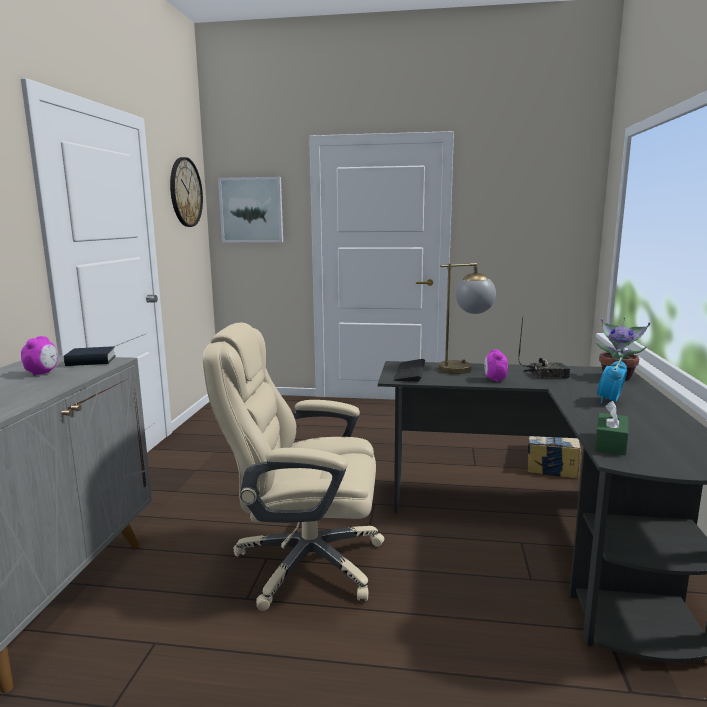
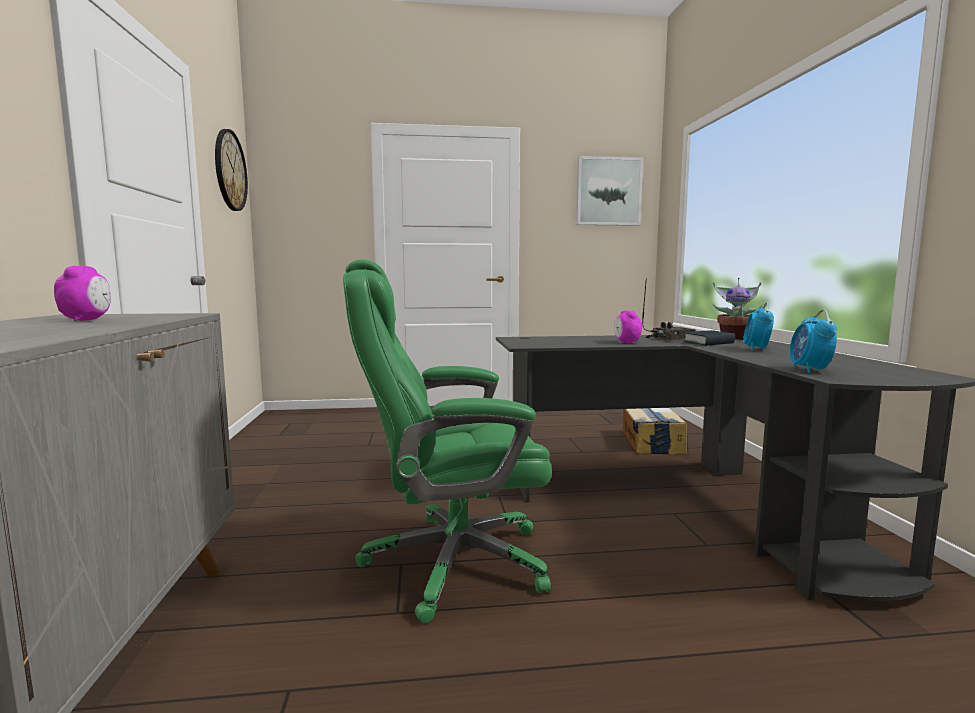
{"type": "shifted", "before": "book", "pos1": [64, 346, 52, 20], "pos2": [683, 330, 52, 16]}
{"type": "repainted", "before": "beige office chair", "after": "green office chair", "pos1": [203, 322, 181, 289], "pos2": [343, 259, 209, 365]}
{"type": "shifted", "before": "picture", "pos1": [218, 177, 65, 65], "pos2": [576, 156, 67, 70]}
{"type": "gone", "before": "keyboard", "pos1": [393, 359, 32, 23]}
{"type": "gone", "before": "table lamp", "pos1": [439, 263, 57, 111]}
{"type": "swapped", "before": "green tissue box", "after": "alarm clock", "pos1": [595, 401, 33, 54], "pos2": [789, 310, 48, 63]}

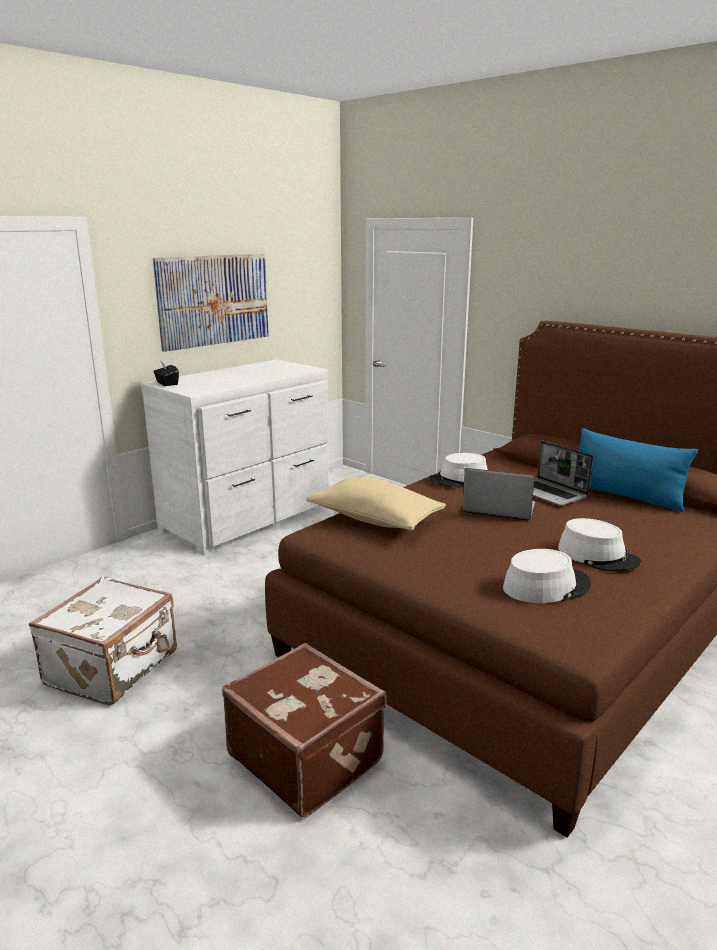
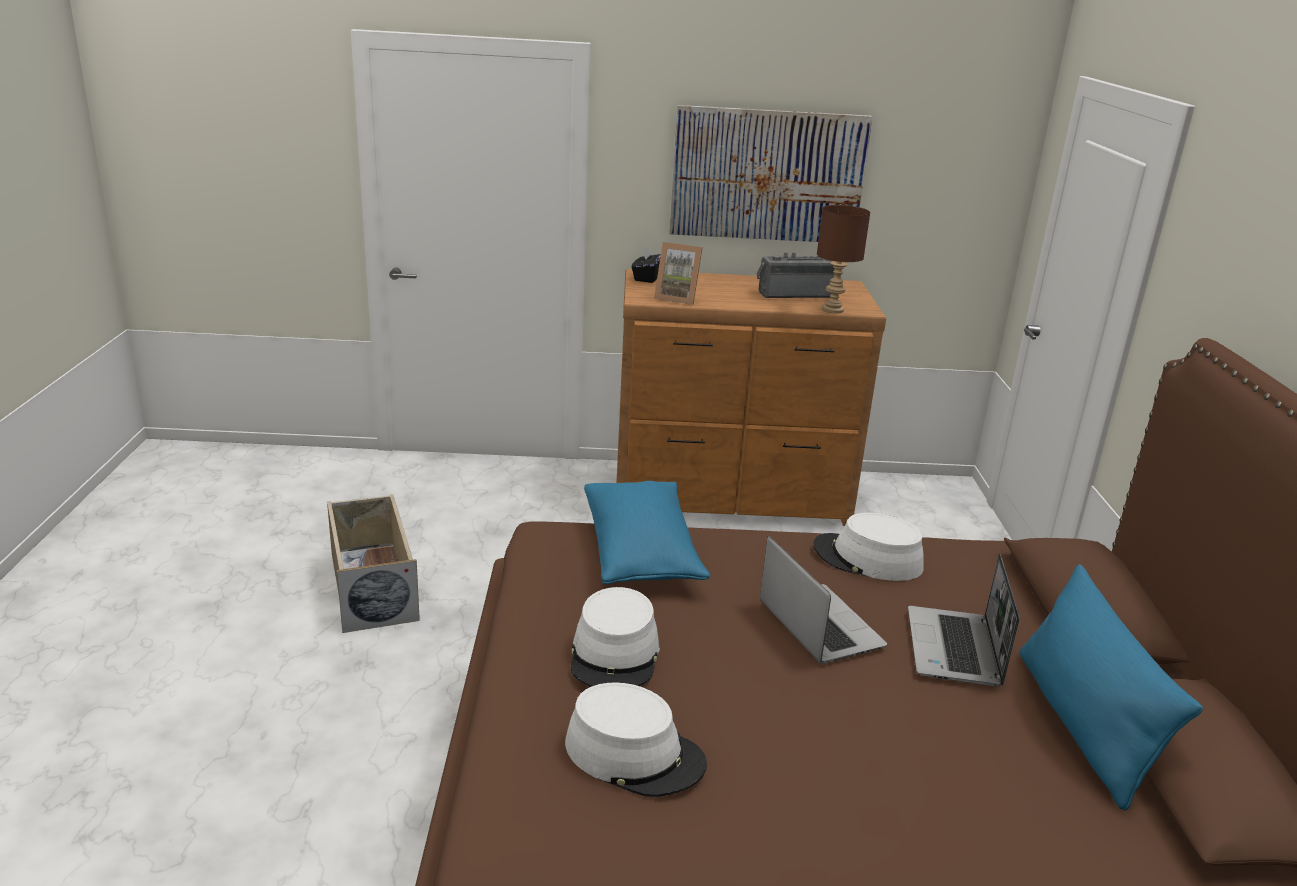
{"type": "swapped", "before": "white suitcase", "after": "beige storage box", "pos1": [29, 577, 148, 128], "pos2": [327, 494, 93, 139]}
{"type": "repainted", "before": "white dresser", "after": "brown dresser", "pos1": [141, 359, 188, 197], "pos2": [616, 269, 270, 257]}
{"type": "gone", "before": "brown suitcase", "pos1": [222, 643, 165, 175]}
{"type": "repainted", "before": "beige pillow", "after": "blue pillow", "pos1": [306, 477, 140, 54], "pos2": [584, 481, 126, 104]}
{"type": "shifted", "before": "white hat", "pos1": [558, 518, 83, 53], "pos2": [571, 587, 89, 100]}
{"type": "new", "after": "picture frame", "pos2": [654, 242, 49, 63]}
{"type": "new", "after": "radio", "pos2": [757, 252, 78, 46]}
{"type": "new", "after": "brown table lamp", "pos2": [817, 205, 53, 108]}

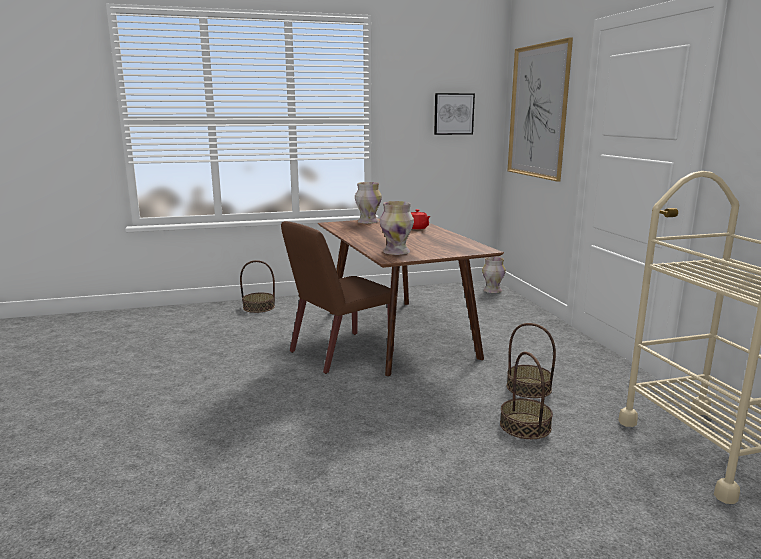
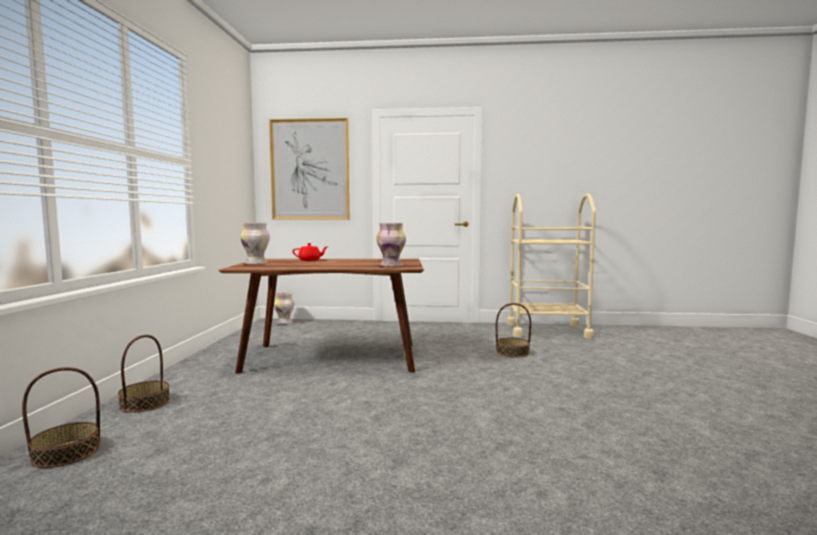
{"type": "gone", "before": "brown chair", "pos1": [281, 221, 113, 153]}
{"type": "gone", "before": "picture", "pos1": [434, 93, 41, 42]}
{"type": "shifted", "before": "basket", "pos1": [507, 323, 49, 75], "pos2": [22, 367, 78, 101]}

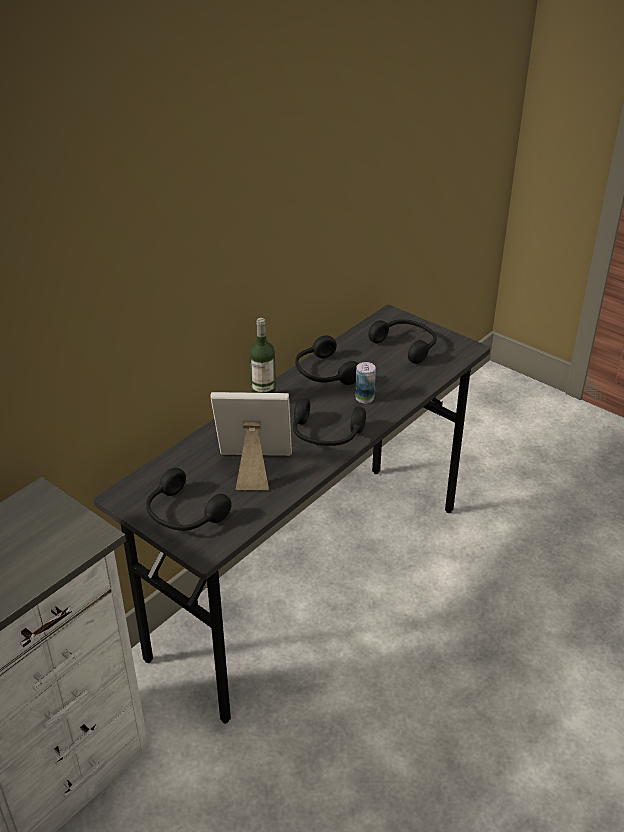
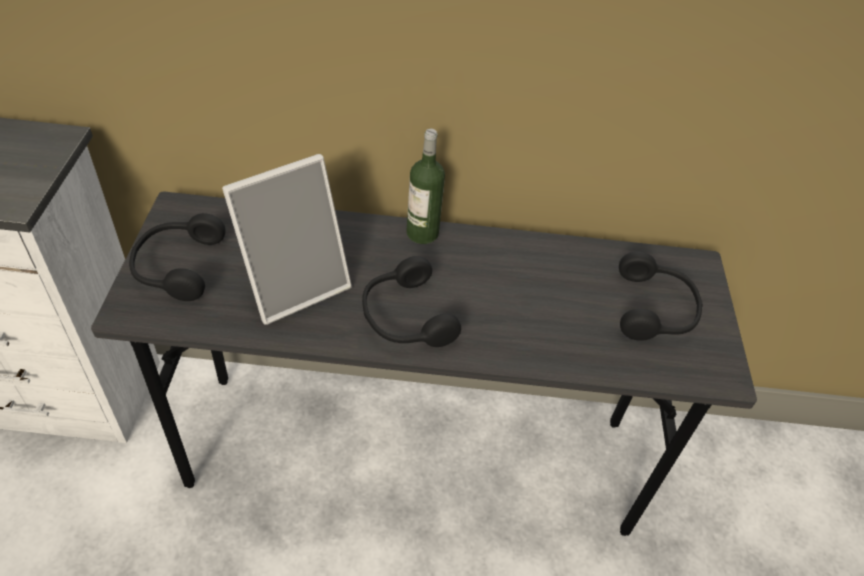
{"type": "rotated", "before": "picture frame", "pos1": [210, 392, 82, 98], "pos2": [222, 154, 130, 171], "turn": 90}
{"type": "gone", "before": "black headphones", "pos1": [295, 335, 64, 50]}
{"type": "gone", "before": "can", "pos1": [355, 362, 21, 41]}

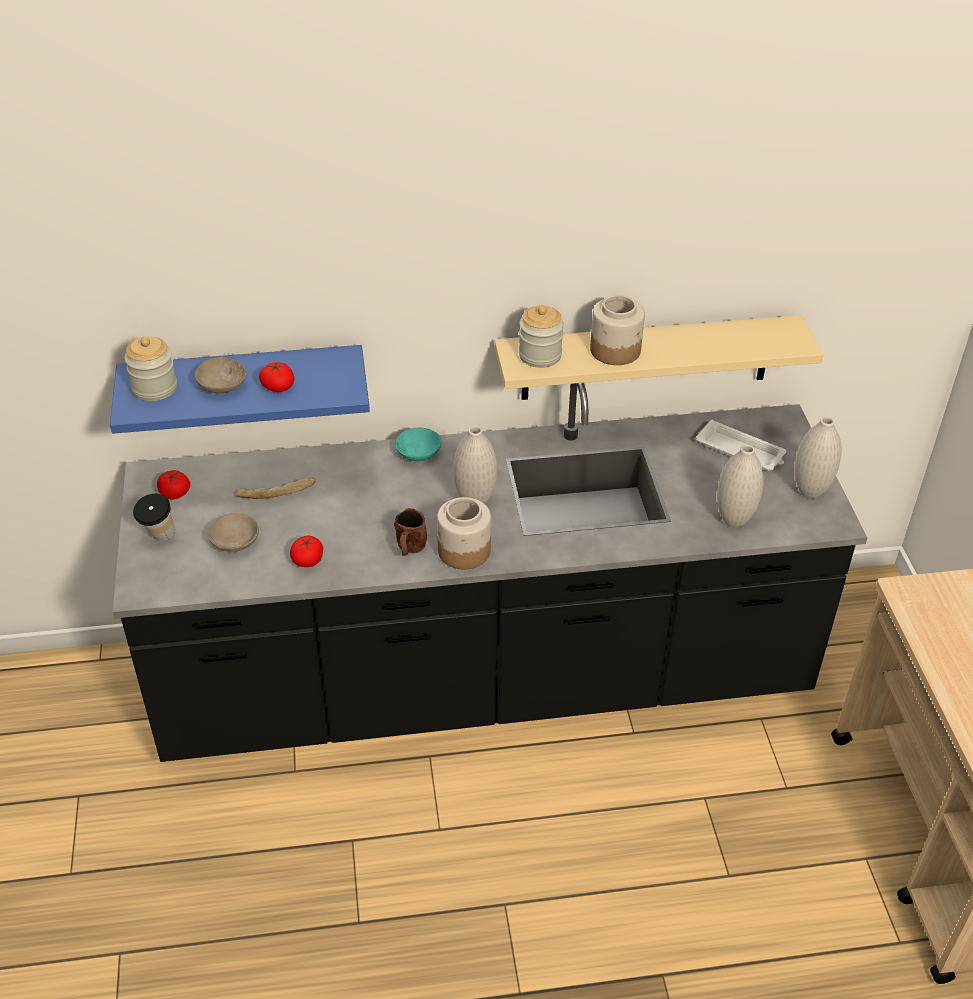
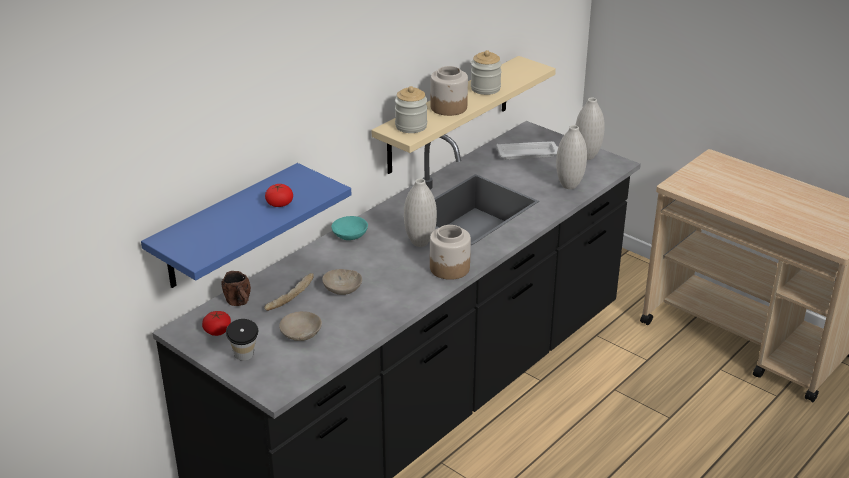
{"type": "shifted", "before": "jar", "pos1": [124, 336, 53, 65], "pos2": [471, 50, 31, 45]}
{"type": "shifted", "before": "beige bowl", "pos1": [195, 357, 52, 36], "pos2": [322, 269, 40, 26]}
{"type": "gone", "before": "tomato", "pos1": [290, 536, 33, 31]}
{"type": "shifted", "before": "brown mug", "pos1": [394, 508, 33, 48], "pos2": [221, 271, 30, 35]}

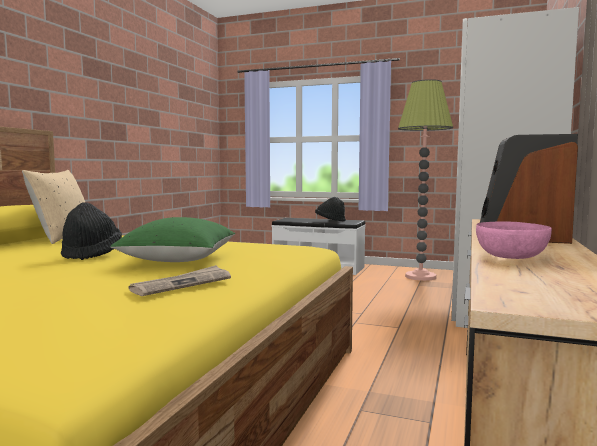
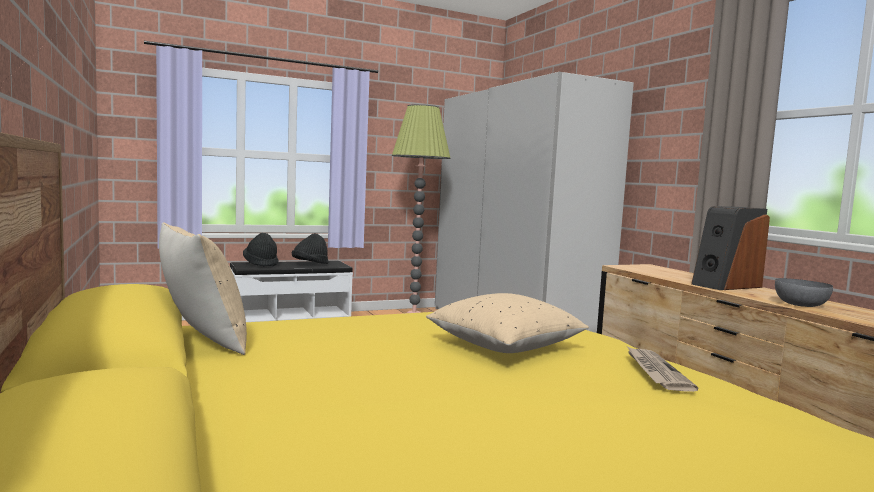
{"type": "shifted", "before": "black hat", "pos1": [61, 202, 61, 58], "pos2": [243, 233, 35, 34]}
{"type": "repainted", "before": "green pillow", "after": "beige pillow", "pos1": [110, 217, 125, 45], "pos2": [426, 293, 163, 60]}
{"type": "repainted", "before": "pink bowl", "after": "grey bowl", "pos1": [476, 221, 76, 38], "pos2": [775, 278, 58, 29]}

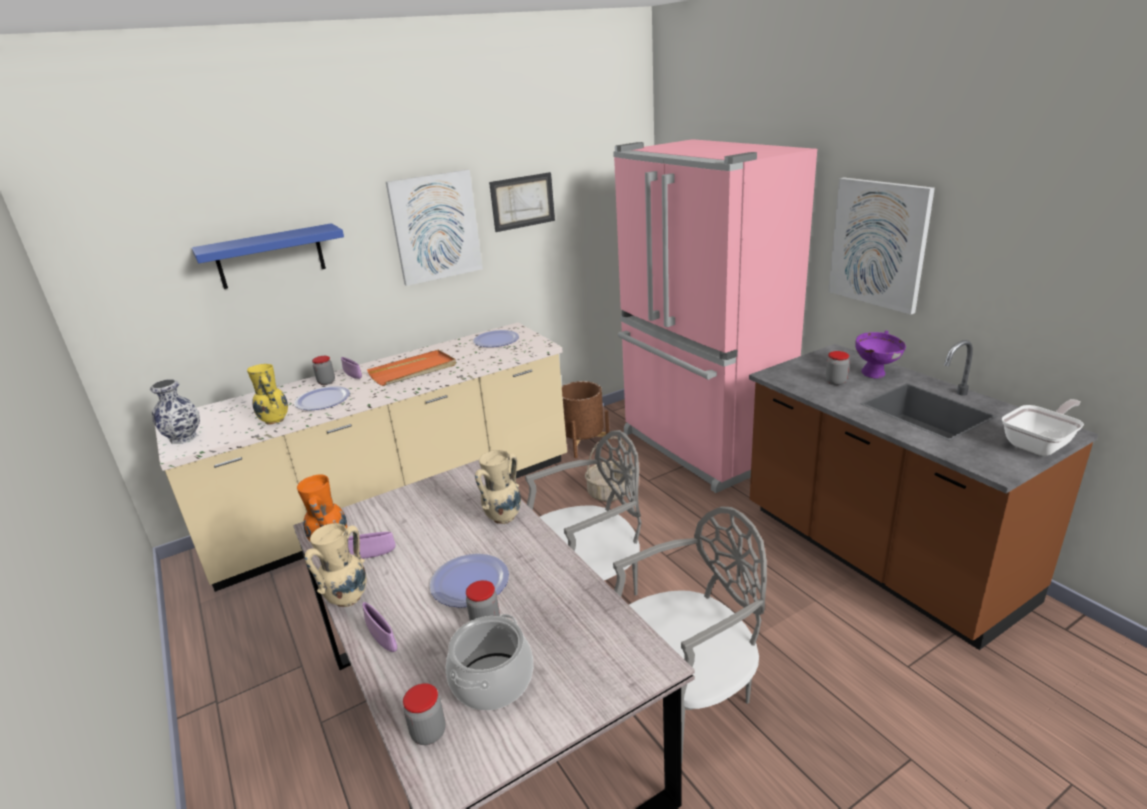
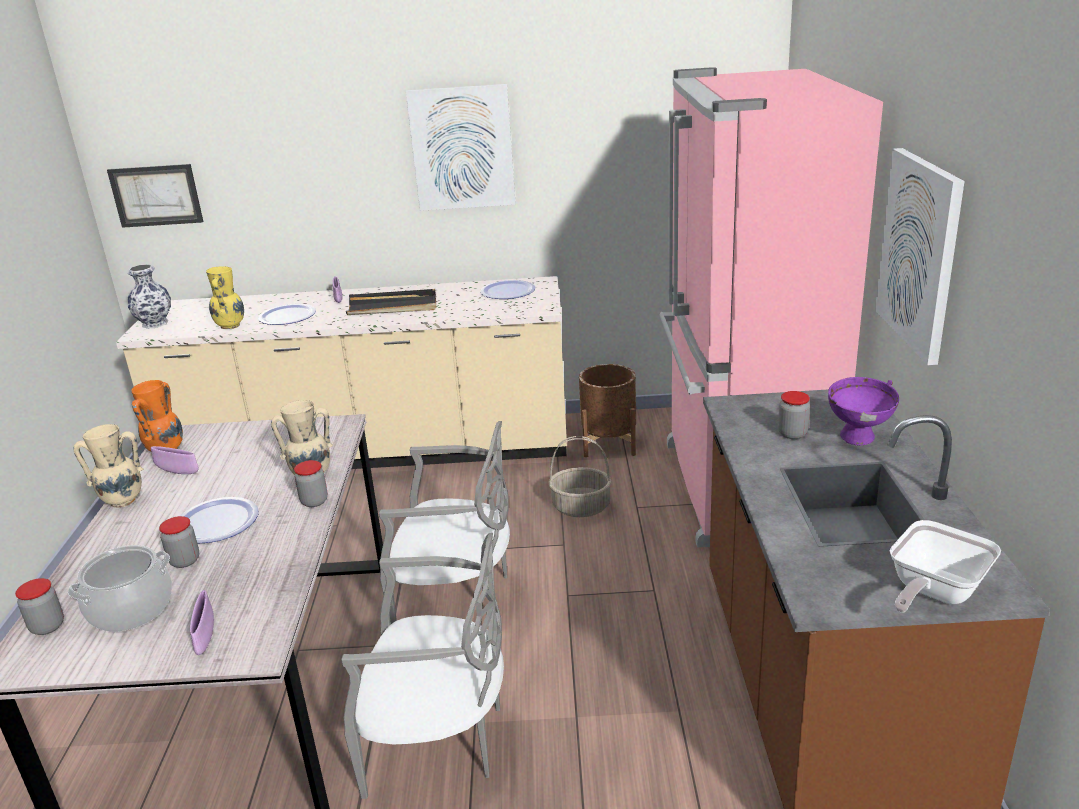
{"type": "gone", "before": "blue shelf", "pos1": [192, 223, 152, 66]}
{"type": "shifted", "before": "jar", "pos1": [312, 356, 23, 29], "pos2": [294, 460, 34, 47]}
{"type": "shifted", "before": "purple bowl", "pos1": [362, 602, 35, 50], "pos2": [190, 590, 24, 65]}
{"type": "repainted", "before": "orange tray", "after": "black tray", "pos1": [367, 350, 89, 36], "pos2": [346, 289, 90, 26]}
{"type": "shifted", "before": "picture", "pos1": [489, 172, 66, 60], "pos2": [107, 164, 96, 64]}
{"type": "rotated", "before": "frying pan", "pos1": [1002, 399, 82, 57], "pos2": [890, 520, 111, 93], "turn": 135}

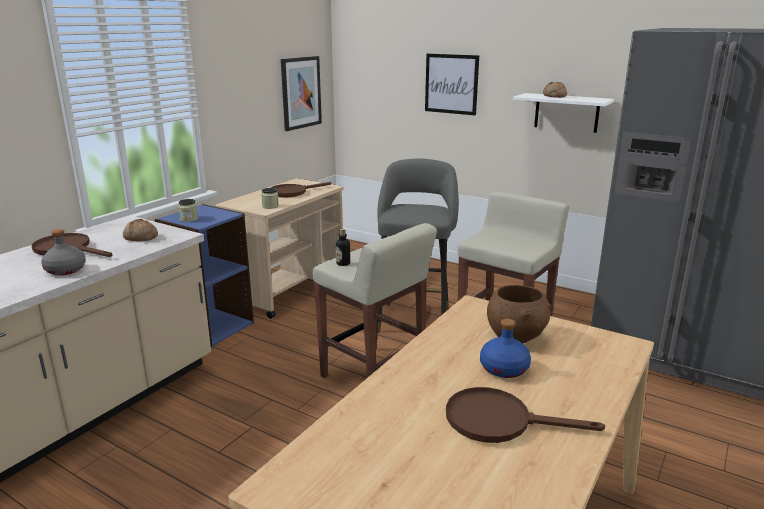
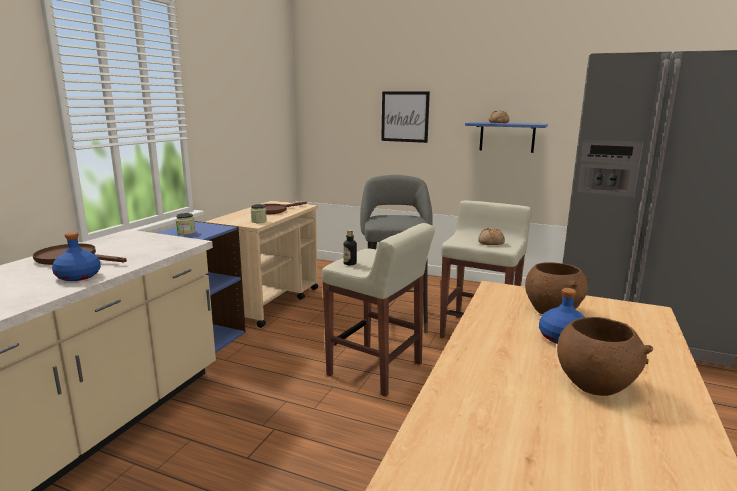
{"type": "repainted", "before": "grey bottle", "after": "blue bottle", "pos1": [41, 229, 45, 46], "pos2": [52, 232, 49, 49]}
{"type": "shifted", "before": "bread", "pos1": [123, 219, 35, 22], "pos2": [478, 228, 27, 17]}
{"type": "gone", "before": "picture", "pos1": [281, 56, 41, 75]}
{"type": "swapped", "before": "brown frying pan", "after": "brown bowl", "pos1": [446, 387, 159, 56], "pos2": [557, 317, 96, 79]}
{"type": "repainted", "before": "white shelf", "after": "blue shelf", "pos1": [513, 93, 101, 40], "pos2": [465, 122, 83, 31]}

